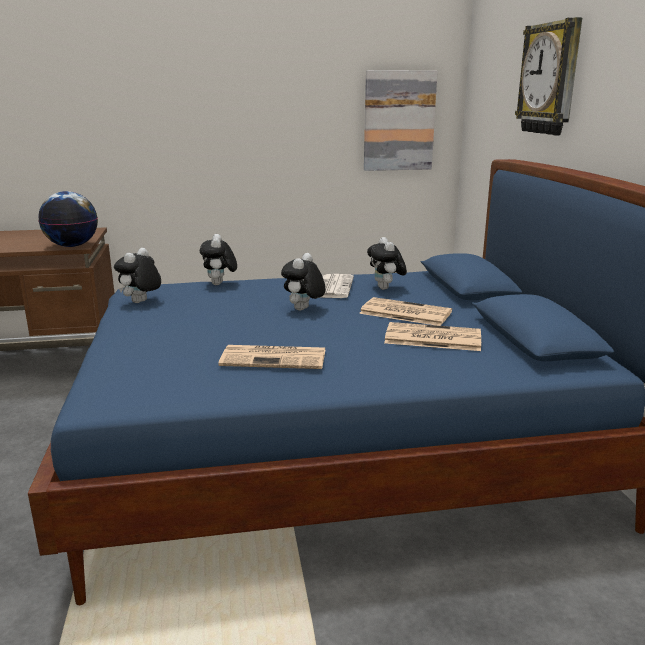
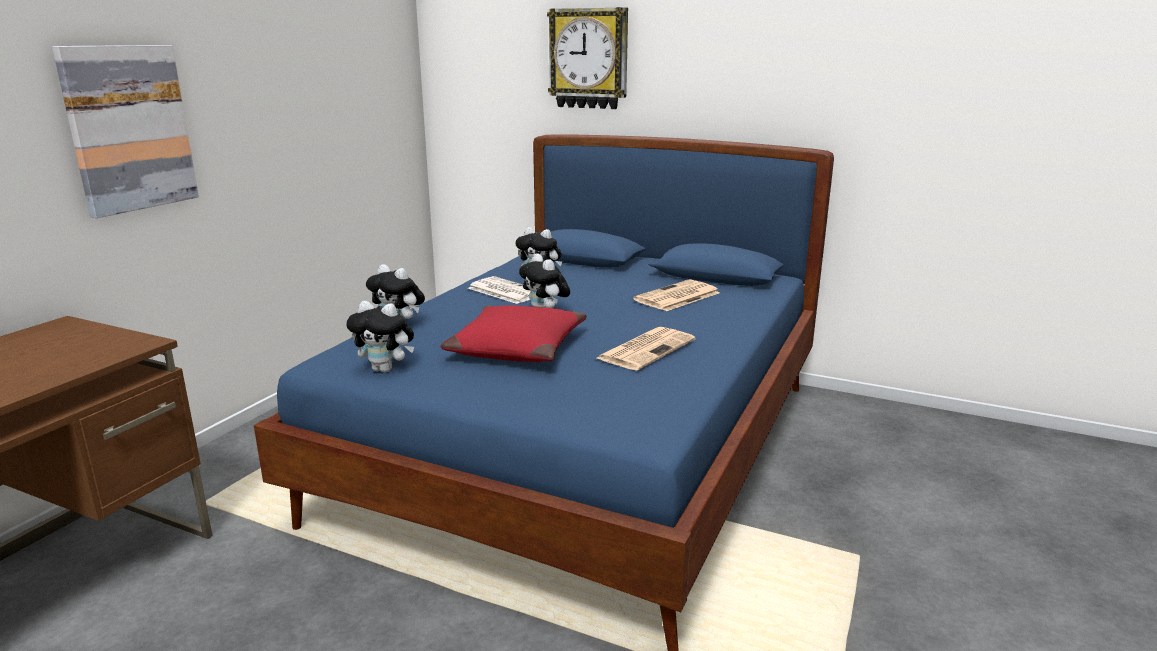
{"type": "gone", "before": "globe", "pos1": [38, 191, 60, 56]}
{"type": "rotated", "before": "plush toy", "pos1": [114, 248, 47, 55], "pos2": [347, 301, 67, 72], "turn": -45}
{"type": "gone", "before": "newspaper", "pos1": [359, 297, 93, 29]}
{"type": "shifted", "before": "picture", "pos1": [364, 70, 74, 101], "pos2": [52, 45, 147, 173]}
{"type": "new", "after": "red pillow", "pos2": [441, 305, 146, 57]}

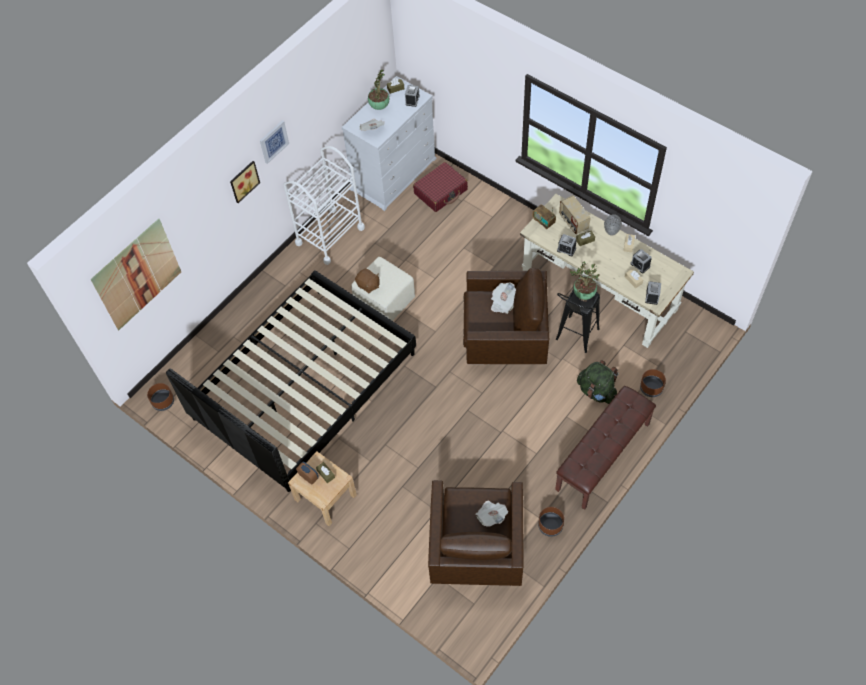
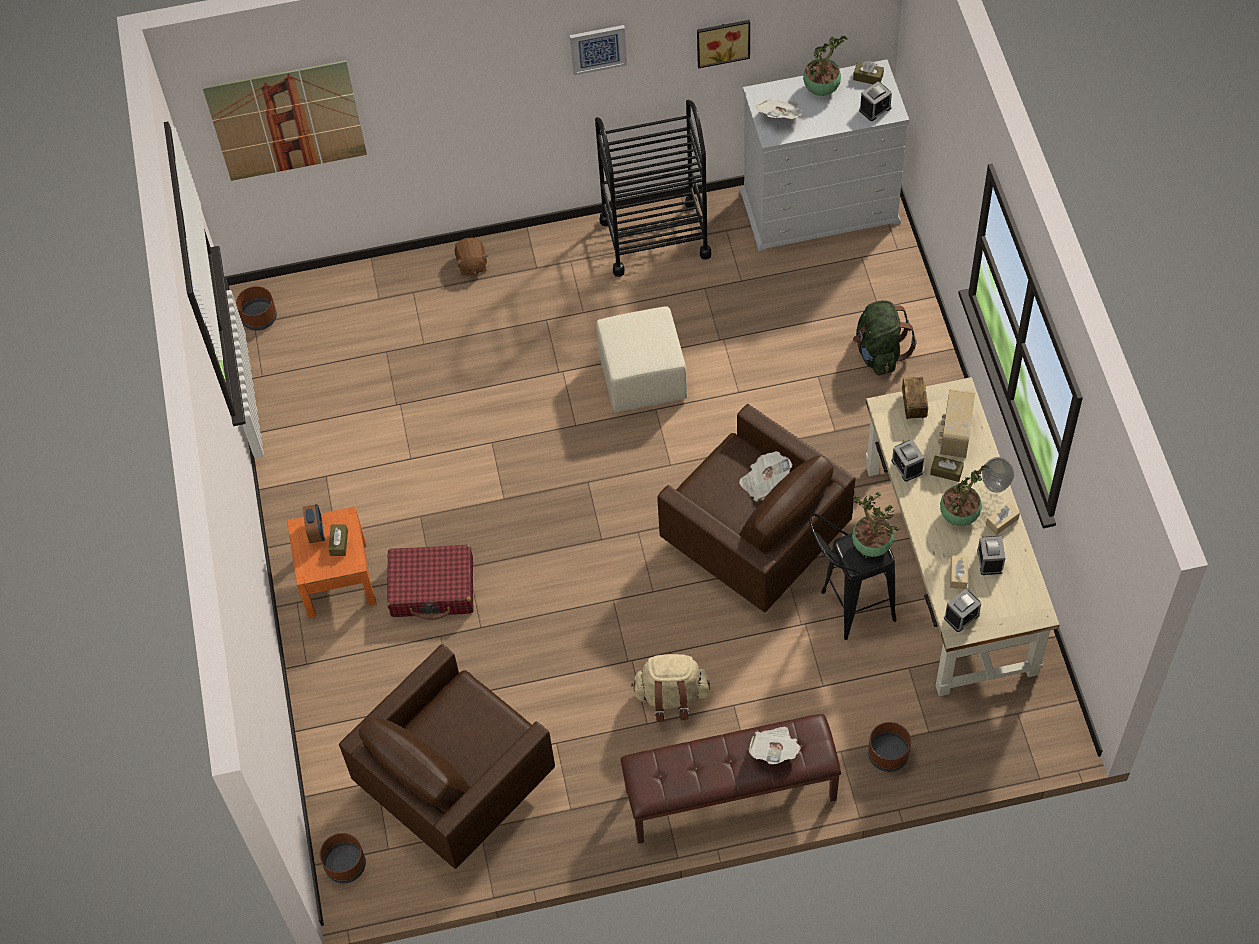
{"type": "gone", "before": "black bed", "pos1": [166, 270, 250, 222]}
{"type": "shifted", "before": "picture", "pos1": [230, 161, 30, 42], "pos2": [697, 20, 53, 49]}
{"type": "repainted", "before": "white cart", "after": "black cart", "pos1": [283, 146, 82, 119], "pos2": [595, 100, 116, 177]}
{"type": "repainted", "before": "beige nightstand", "after": "orange nightstand", "pos1": [288, 451, 69, 75], "pos2": [287, 506, 89, 112]}
{"type": "shifted", "before": "brown plush toy", "pos1": [355, 269, 25, 24], "pos2": [455, 238, 33, 38]}
{"type": "shifted", "before": "red suitcase", "pos1": [413, 162, 55, 50], "pos2": [387, 545, 87, 75]}
{"type": "shifted", "before": "newspaper", "pos1": [475, 501, 33, 26], "pos2": [748, 727, 53, 37]}
{"type": "shifted", "before": "brown planter", "pos1": [538, 507, 26, 30], "pos2": [320, 833, 46, 50]}
{"type": "shifted", "before": "green backpack", "pos1": [577, 360, 42, 44], "pos2": [853, 300, 64, 75]}
{"type": "new", "after": "beige backpack", "pos2": [631, 653, 79, 69]}
{"type": "new", "after": "potted plant", "pos2": [940, 465, 49, 61]}

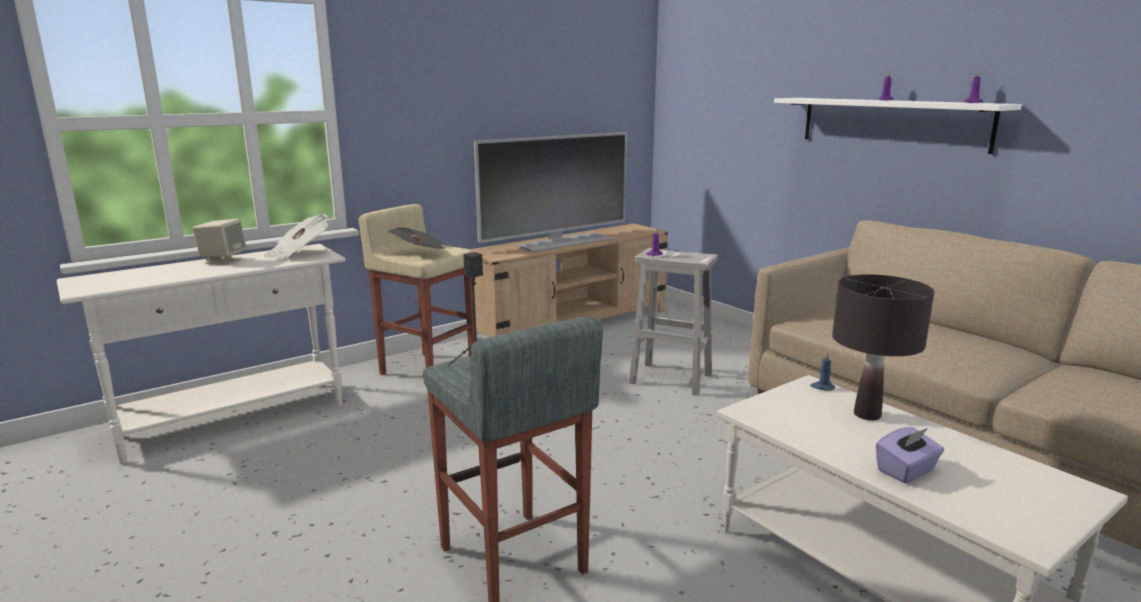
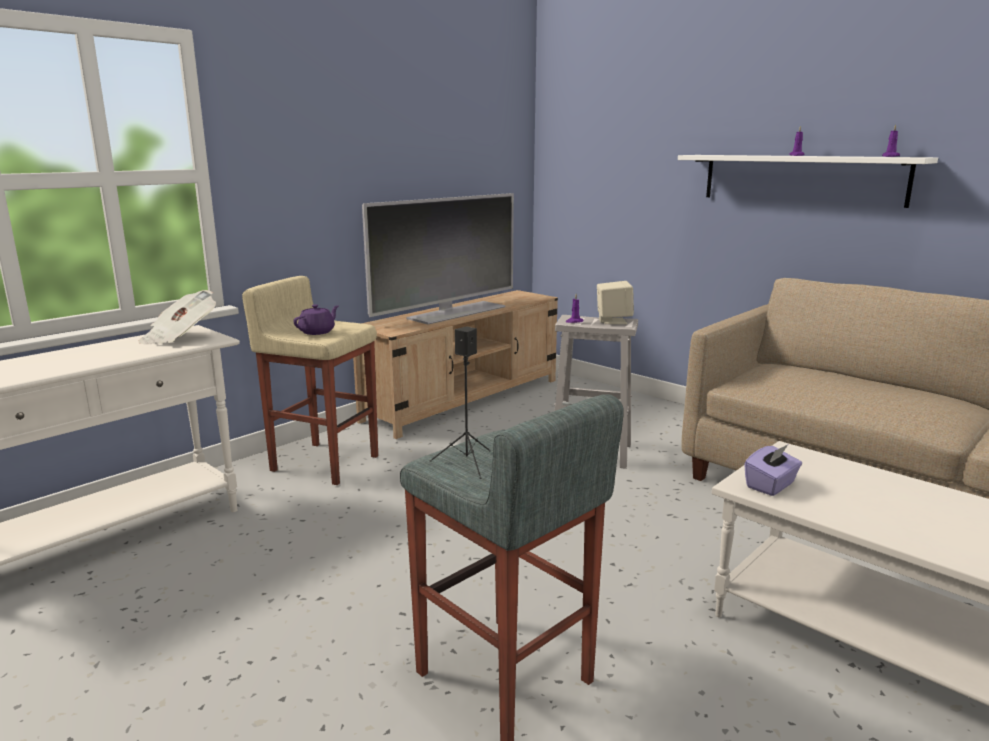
{"type": "shifted", "before": "beige speaker", "pos1": [193, 219, 54, 46], "pos2": [597, 281, 37, 43]}
{"type": "swapped", "before": "newspaper", "after": "purple teapot", "pos1": [388, 228, 57, 21], "pos2": [293, 304, 46, 31]}
{"type": "gone", "before": "blue candle", "pos1": [810, 352, 25, 39]}
{"type": "gone", "before": "black table lamp", "pos1": [832, 274, 102, 146]}
{"type": "shifted", "before": "purple tissue box", "pos1": [876, 427, 68, 56], "pos2": [744, 445, 58, 51]}

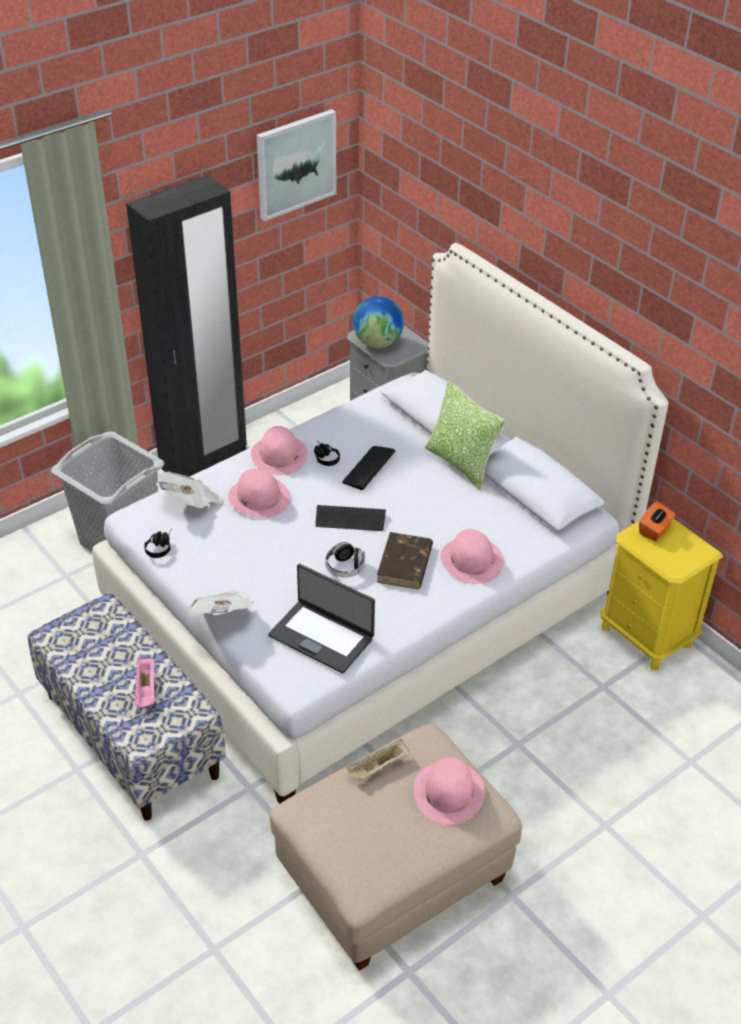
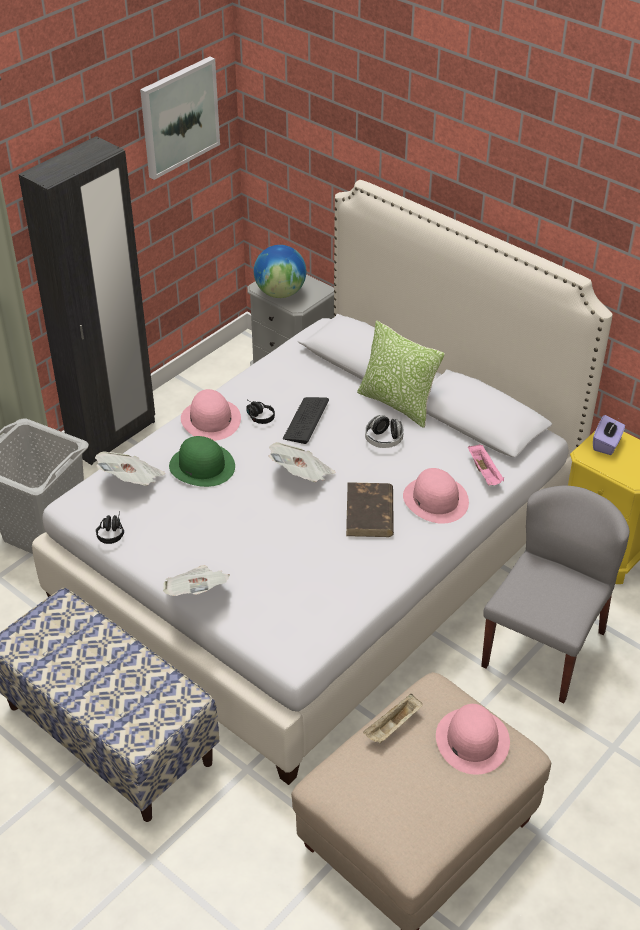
{"type": "shifted", "before": "pink tray", "pos1": [135, 657, 19, 50], "pos2": [468, 444, 36, 41]}
{"type": "repainted", "before": "pink hat", "after": "green hat", "pos1": [228, 469, 62, 49], "pos2": [169, 436, 66, 51]}
{"type": "gone", "before": "laptop", "pos1": [268, 564, 107, 109]}
{"type": "swapped", "before": "keyboard", "after": "newspaper", "pos1": [315, 505, 71, 26], "pos2": [268, 442, 67, 40]}
{"type": "shifted", "before": "headphones", "pos1": [325, 542, 40, 35], "pos2": [365, 415, 39, 33]}
{"type": "repainted", "before": "orange tissue box", "after": "purple tissue box", "pos1": [639, 501, 37, 40], "pos2": [593, 415, 32, 40]}
{"type": "new", "after": "grey chair", "pos2": [481, 485, 149, 219]}

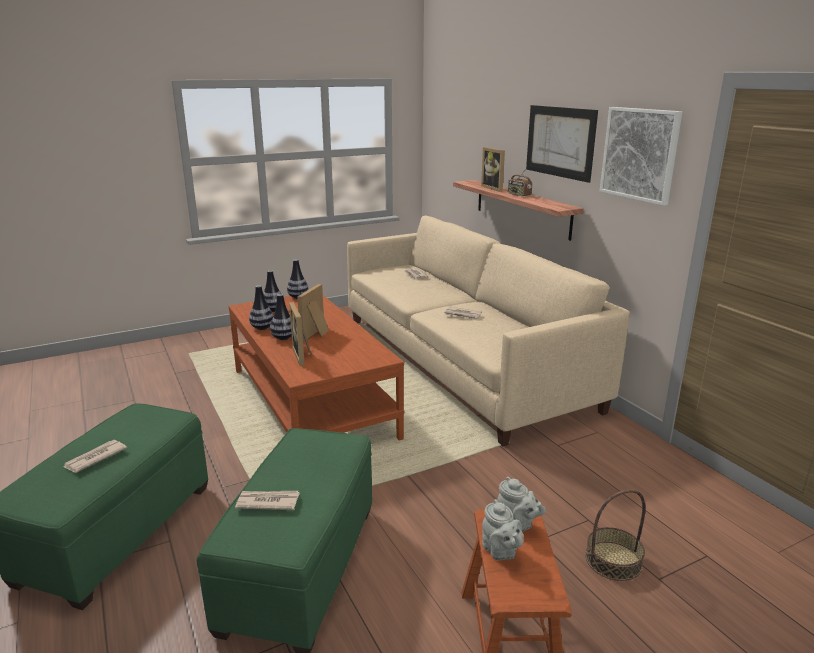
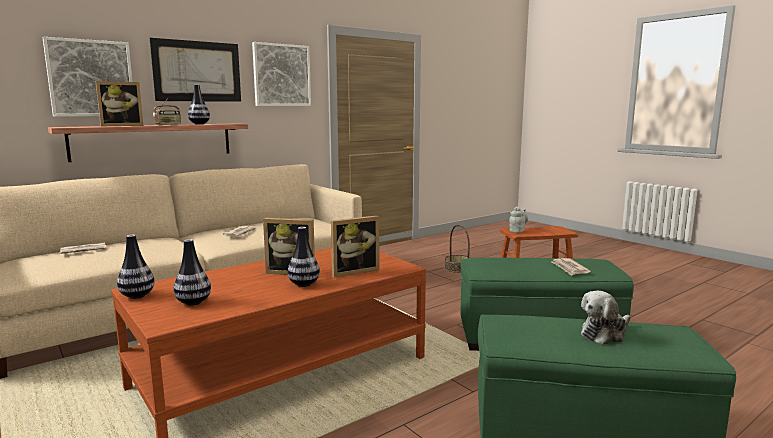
{"type": "swapped", "before": "newspaper", "after": "plush toy", "pos1": [63, 440, 64, 33], "pos2": [581, 291, 50, 54]}
{"type": "shifted", "before": "vase", "pos1": [249, 285, 24, 45], "pos2": [188, 85, 22, 40]}
{"type": "gone", "before": "grey teapot", "pos1": [482, 499, 42, 61]}
{"type": "new", "after": "picture", "pos2": [42, 37, 91, 80]}

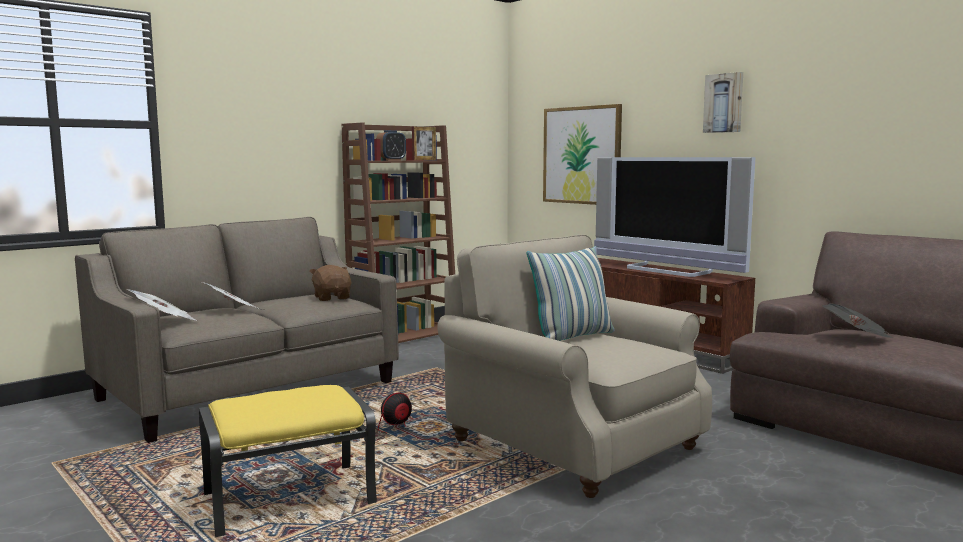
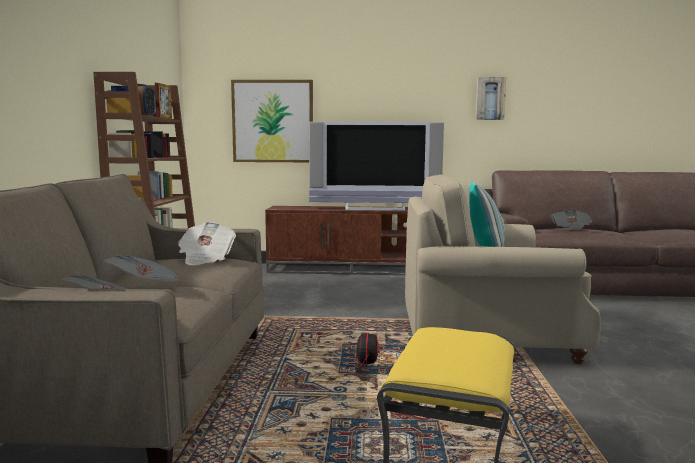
{"type": "swapped", "before": "brown plush toy", "after": "newspaper", "pos1": [310, 265, 41, 36], "pos2": [178, 222, 58, 43]}
{"type": "shifted", "before": "picture", "pos1": [703, 72, 40, 61], "pos2": [476, 77, 30, 43]}

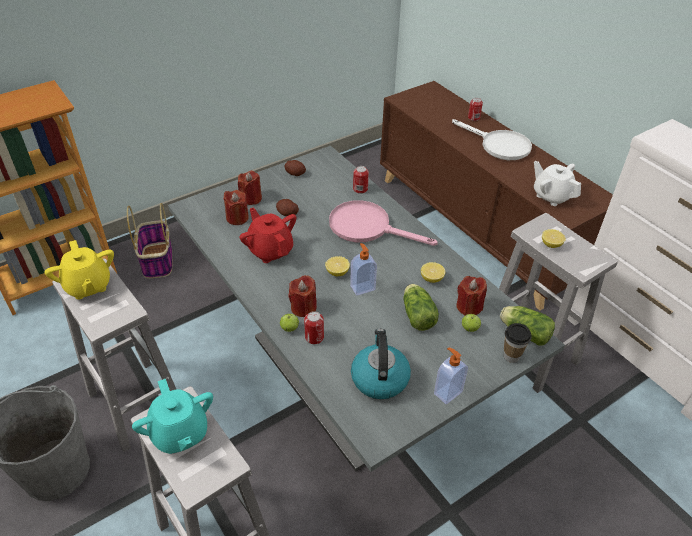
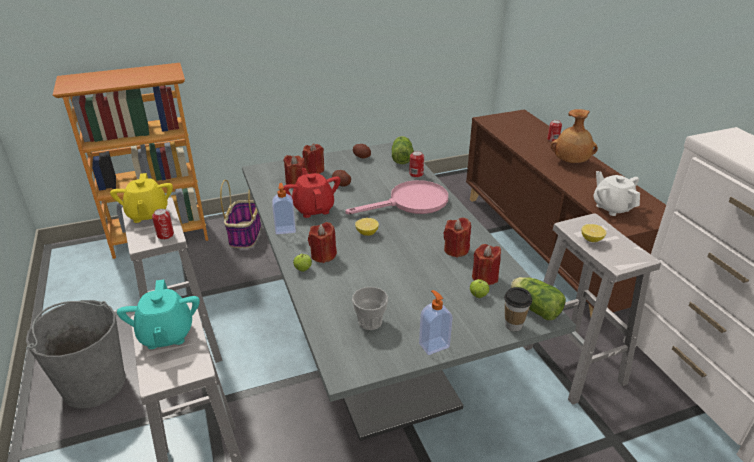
{"type": "shifted", "before": "can", "pos1": [304, 311, 20, 33], "pos2": [152, 209, 22, 31]}
{"type": "rotated", "before": "pink frying pan", "pos1": [329, 200, 109, 46], "pos2": [345, 180, 103, 34], "turn": 120}
{"type": "shifted", "before": "soap dispenser", "pos1": [350, 243, 27, 53], "pos2": [272, 183, 24, 51]}
{"type": "swapped", "before": "kettle", "after": "cup", "pos1": [351, 329, 60, 70], "pos2": [352, 287, 36, 43]}
{"type": "shifted", "before": "lettuce", "pos1": [404, 284, 35, 47], "pos2": [392, 136, 22, 28]}
{"type": "swapped", "before": "lemon", "after": "red candle", "pos1": [421, 262, 24, 21], "pos2": [443, 217, 28, 41]}
{"type": "swapped", "before": "white frying pan", "after": "brown vase", "pos1": [452, 119, 80, 41], "pos2": [551, 109, 47, 54]}

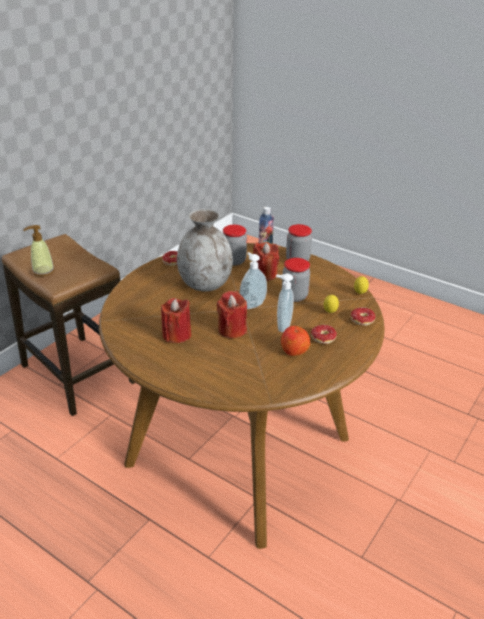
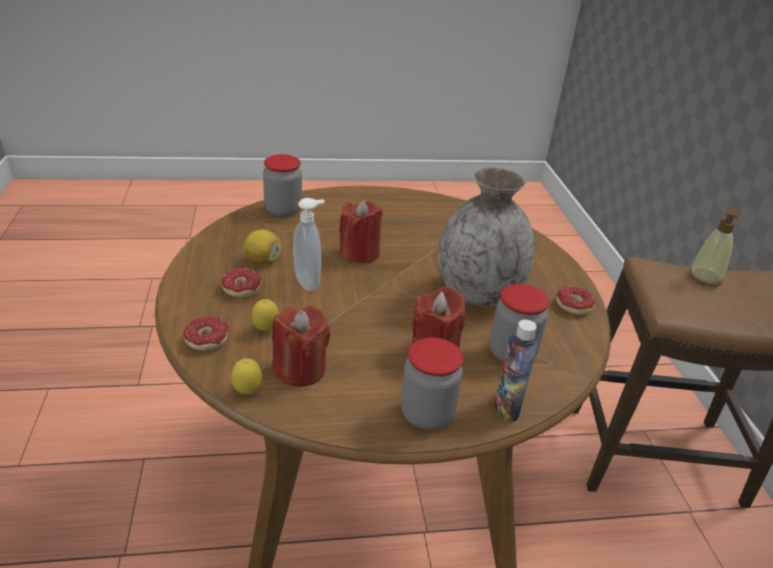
{"type": "shifted", "before": "red candle", "pos1": [161, 298, 30, 45], "pos2": [272, 306, 59, 81]}
{"type": "gone", "before": "soap dispenser", "pos1": [239, 252, 28, 57]}
{"type": "swapped", "before": "apple", "after": "lemon", "pos1": [281, 326, 29, 30], "pos2": [244, 230, 38, 34]}
{"type": "shifted", "before": "jar", "pos1": [282, 258, 28, 44], "pos2": [263, 154, 39, 63]}

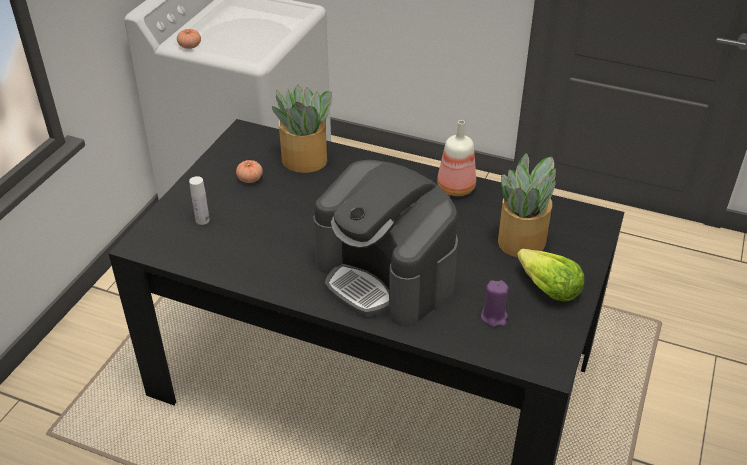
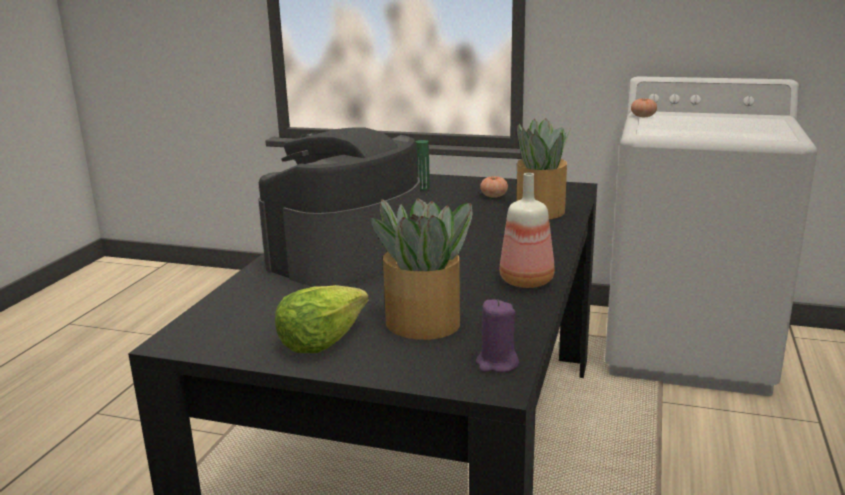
{"type": "repainted", "before": "white bottle", "after": "green bottle", "pos1": [189, 176, 21, 49], "pos2": [416, 140, 14, 50]}
{"type": "shifted", "before": "purple candle", "pos1": [481, 280, 28, 47], "pos2": [476, 300, 43, 73]}

